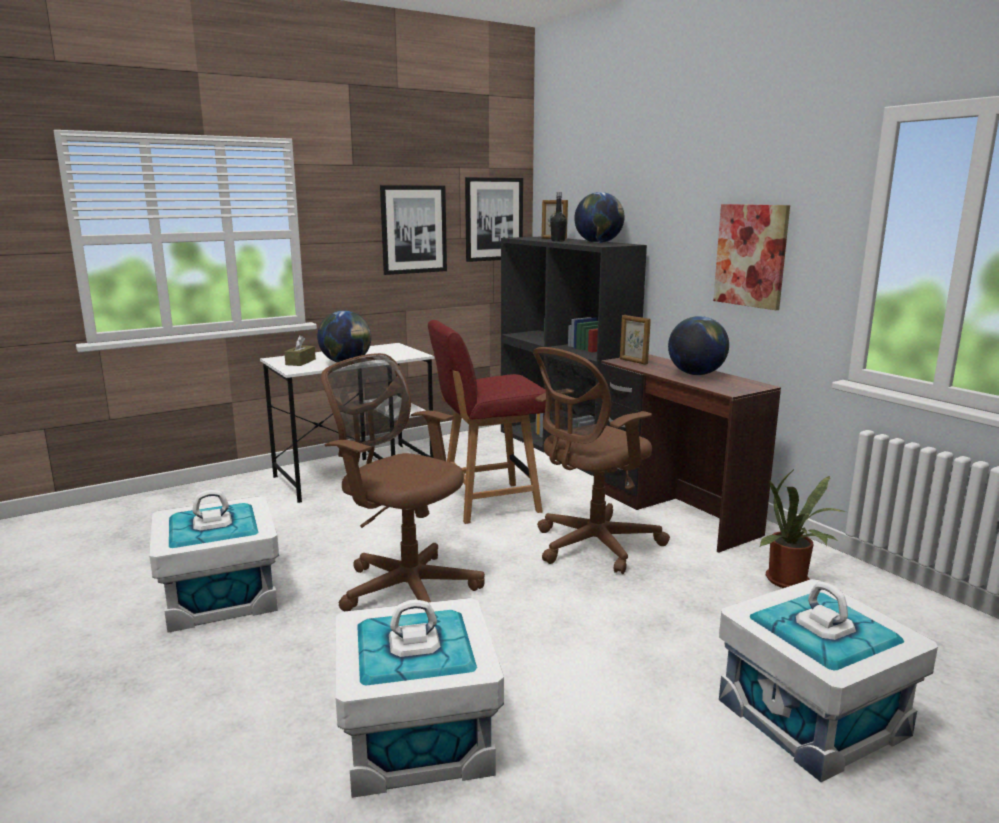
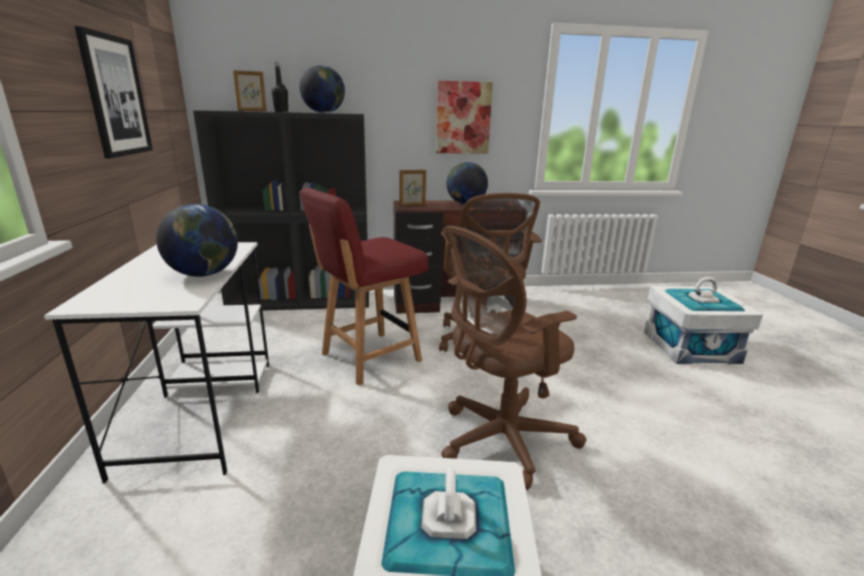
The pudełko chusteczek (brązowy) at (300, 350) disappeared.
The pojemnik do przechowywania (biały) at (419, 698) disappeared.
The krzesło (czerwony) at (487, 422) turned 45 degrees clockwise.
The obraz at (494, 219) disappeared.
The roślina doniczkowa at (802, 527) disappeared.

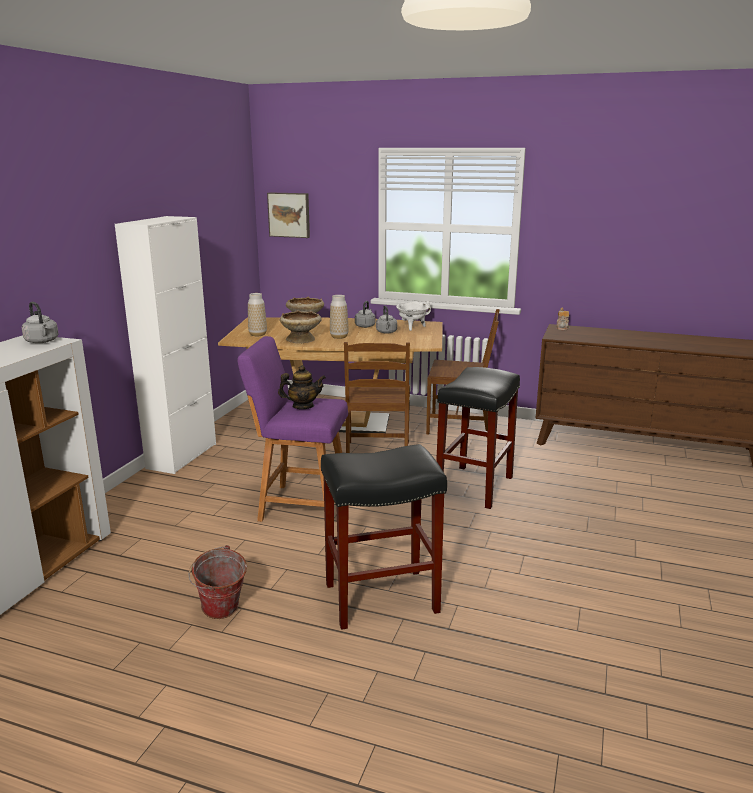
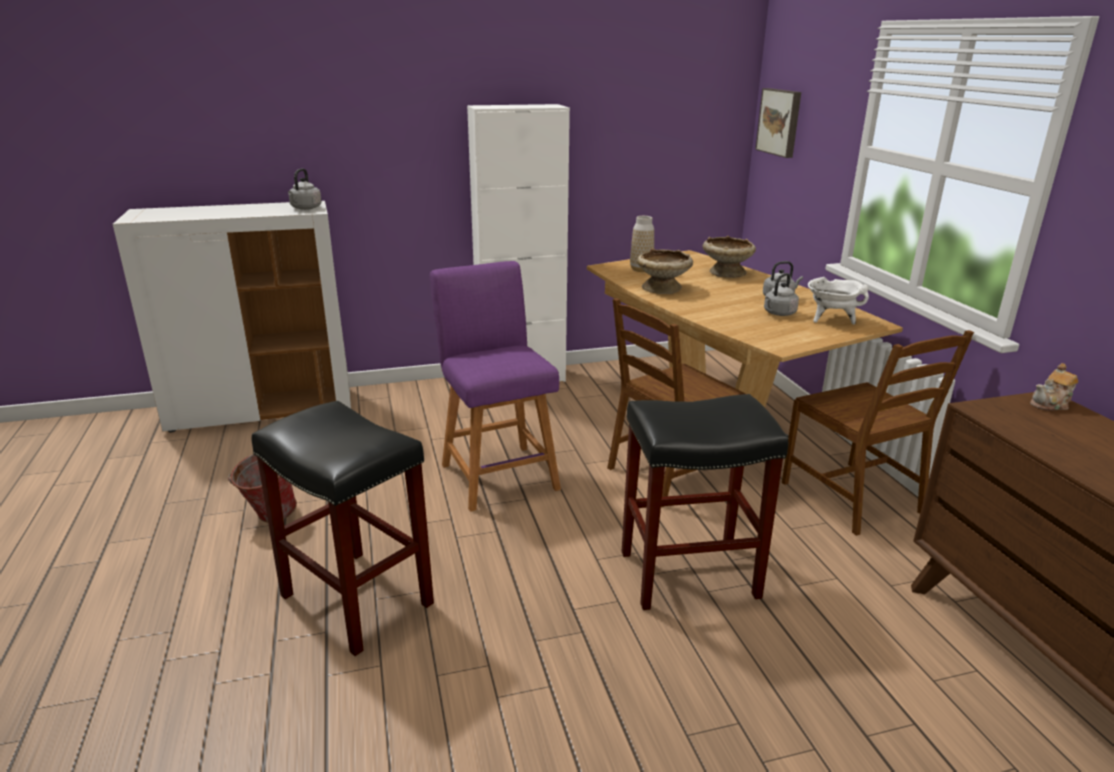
The imbryk at (302, 387) disappeared.
The wazon at (339, 317) disappeared.

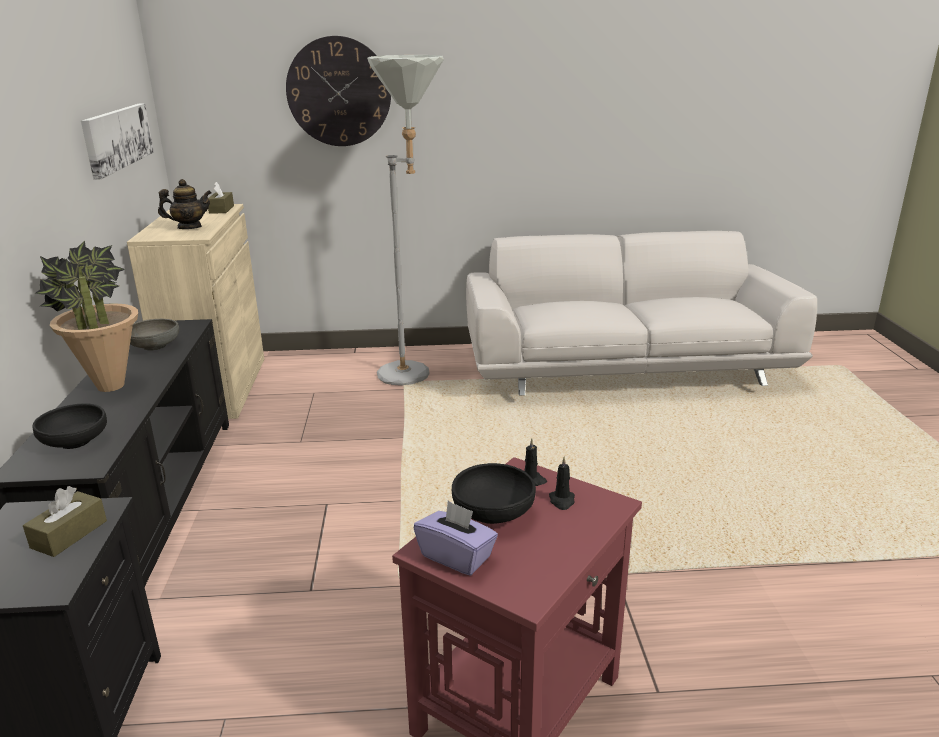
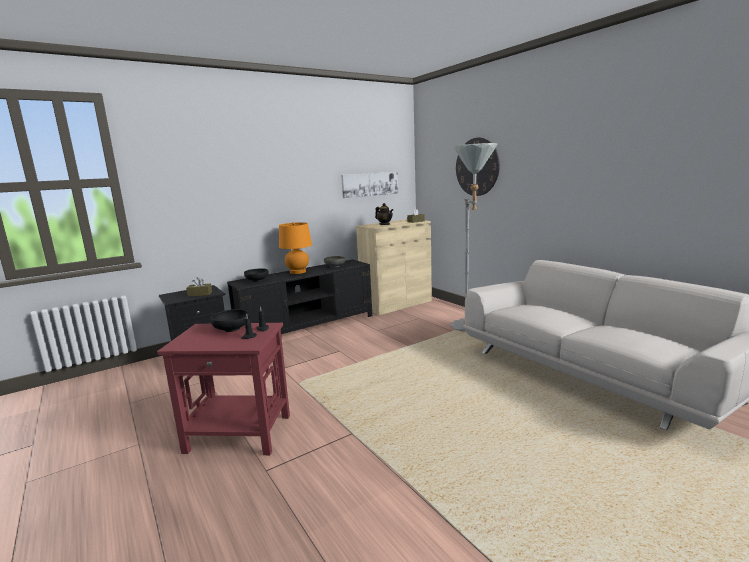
The roślina doniczkowa at (86, 316) was replaced by the lampa stołowa (pomarańczowy) at (295, 248).
The pudełko chusteczek (fioletowy) at (455, 538) disappeared.

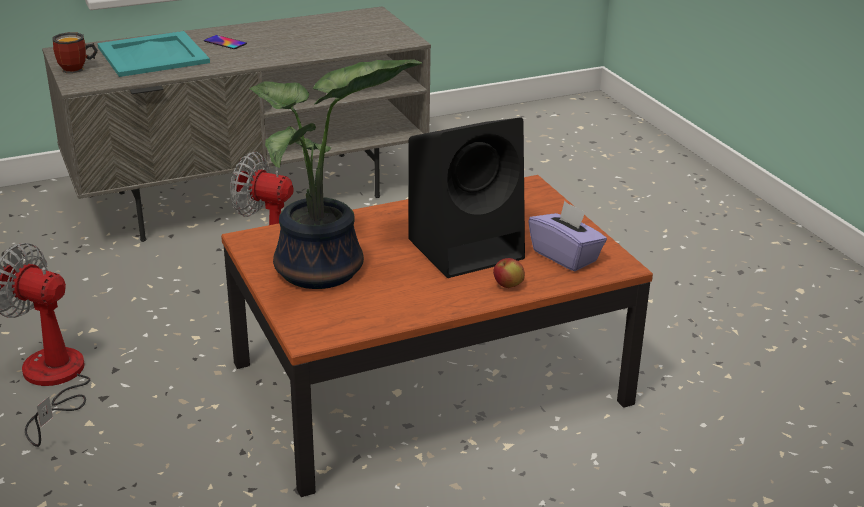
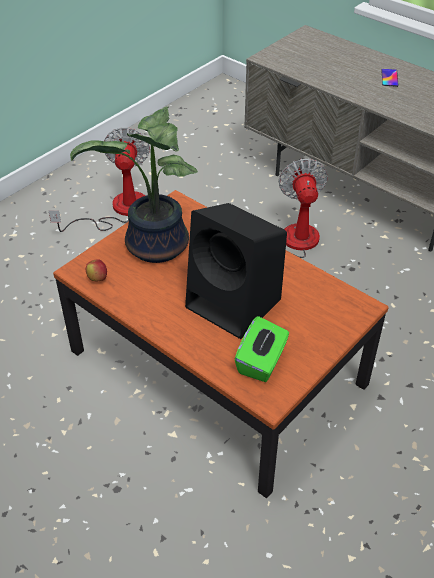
The kubek at (75, 53) disappeared.
The taca (turkusowy) at (153, 54) disappeared.
The jabłko moved from (509, 273) to (96, 270).
The pudełko chusteczek (fioletowy) at (567, 236) became the pudełko chusteczek (zielony) at (262, 349).

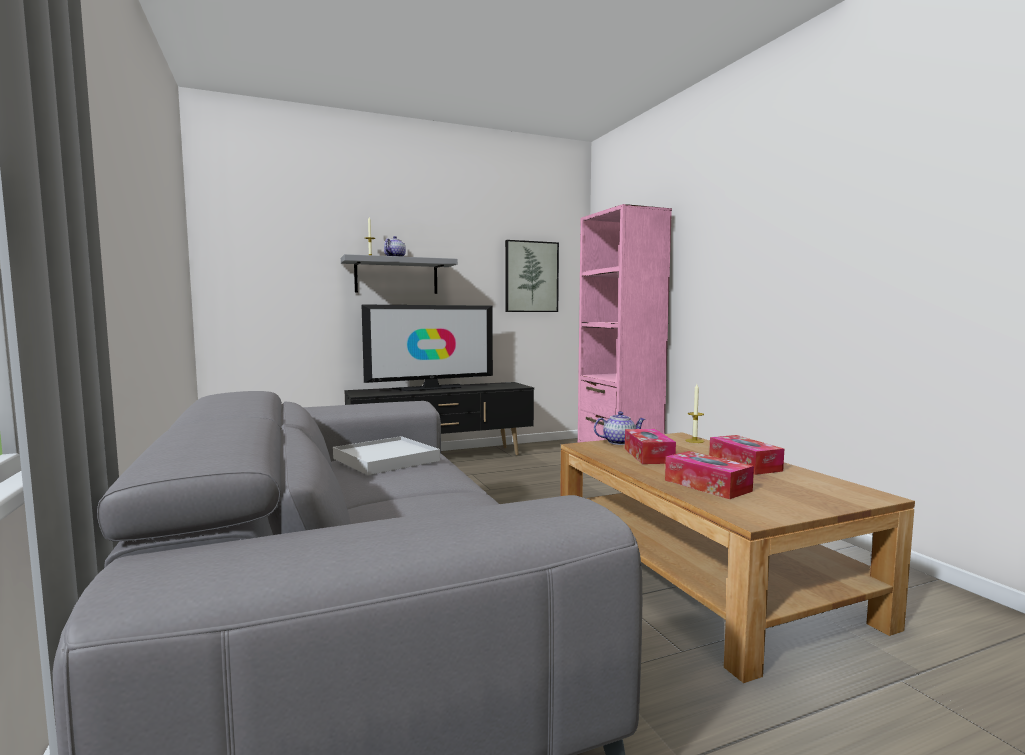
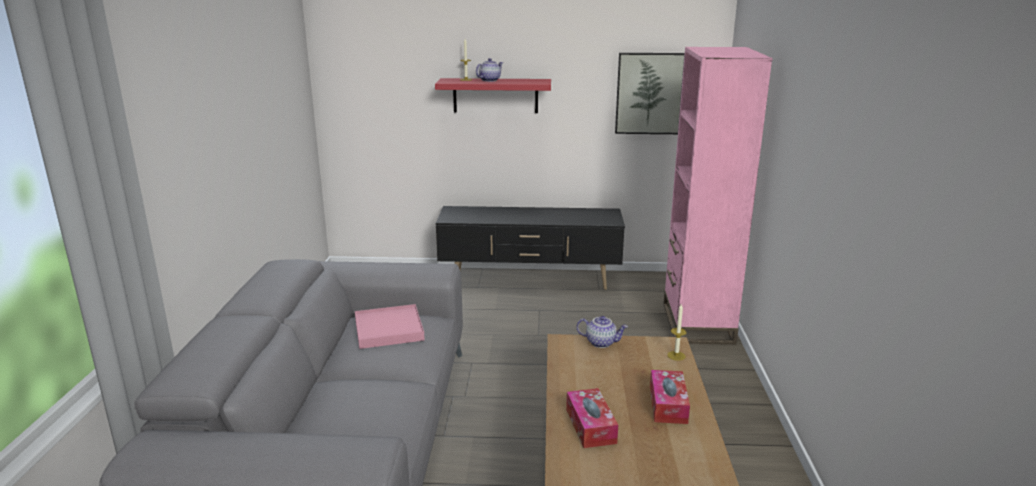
The taca (biały) at (386, 455) became the taca (różowy) at (390, 326).
The półka (szary) at (399, 274) became the półka (czerwony) at (493, 95).
The telewizor at (427, 348) disappeared.
The pudełko chusteczek at (650, 446) disappeared.

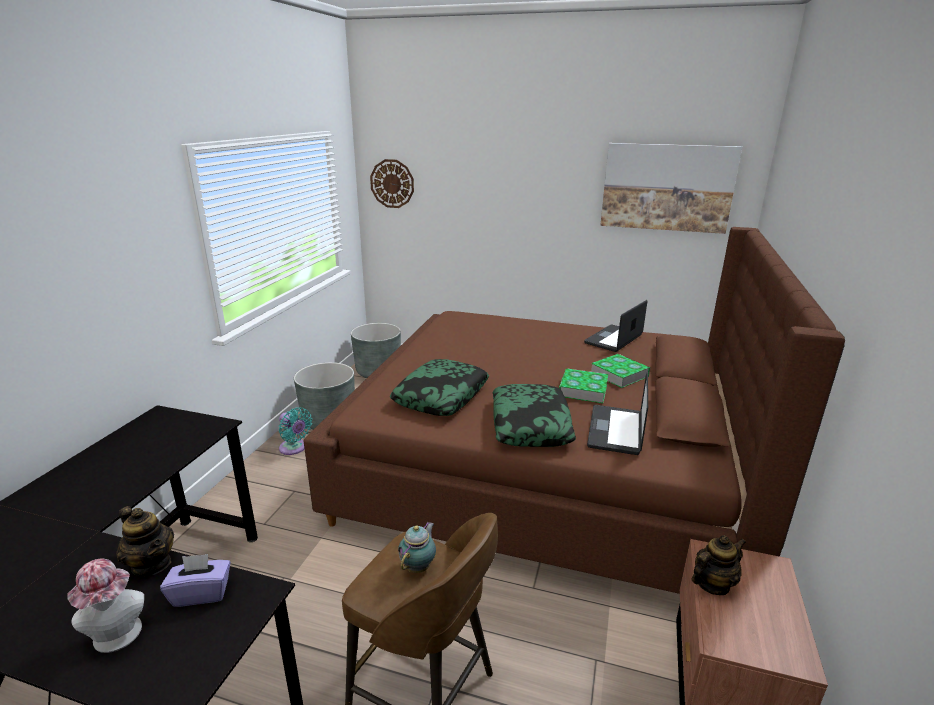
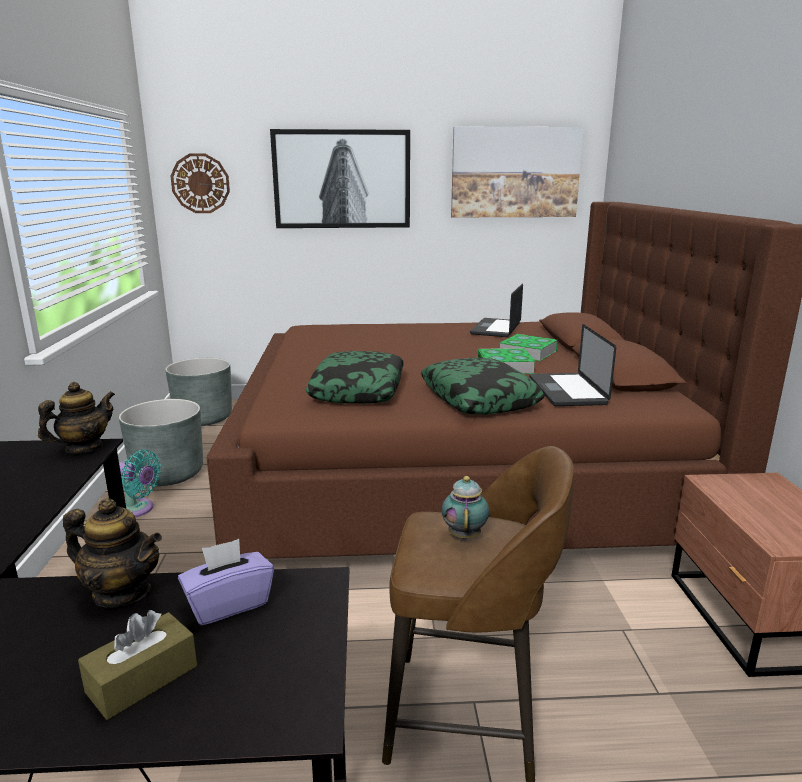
The kapelusz at (105, 605) was replaced by the pudełko chusteczek (brązowy) at (137, 665).
The imbryk moved from (718, 565) to (76, 418).
The obraz at (340, 178) appeared.

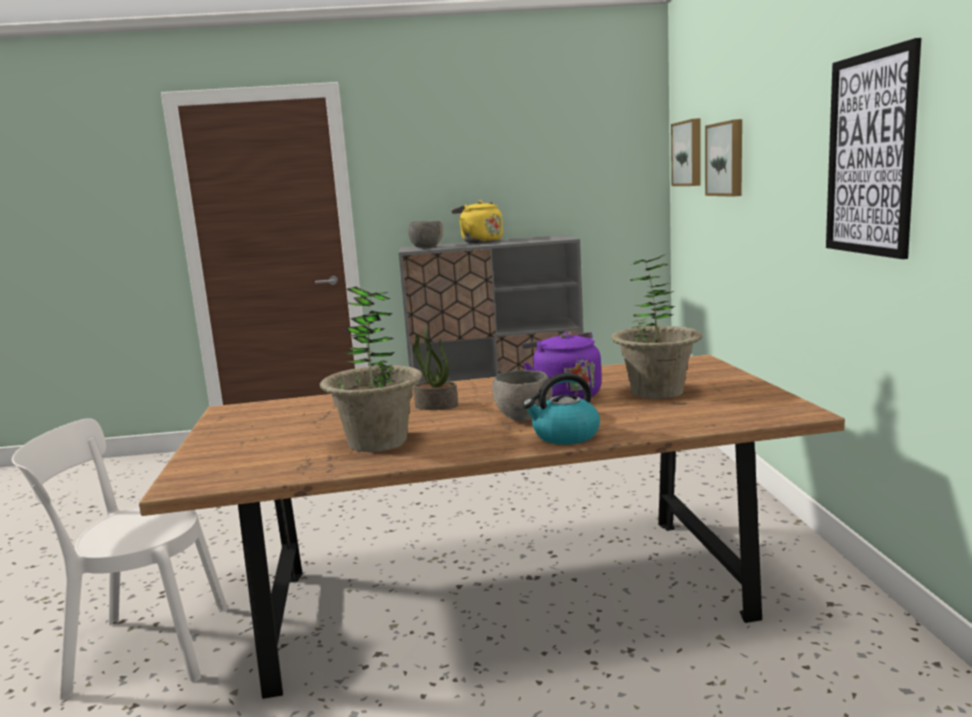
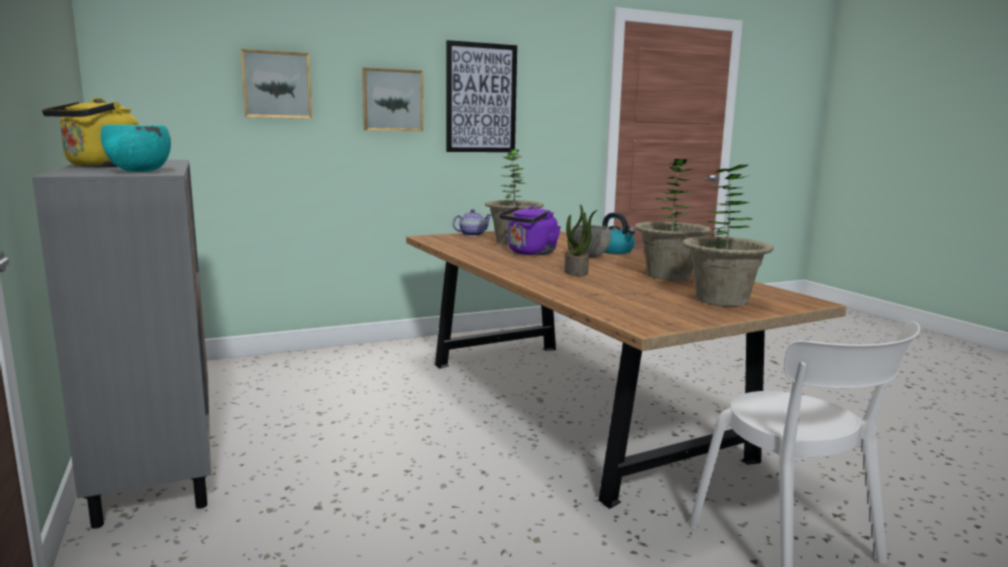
The miska (szary) at (426, 234) became the miska (turkusowy) at (136, 148).
The obraz moved from (686, 152) to (392, 99).
The imbryk at (472, 222) appeared.
The roślina doniczkowa at (728, 235) appeared.

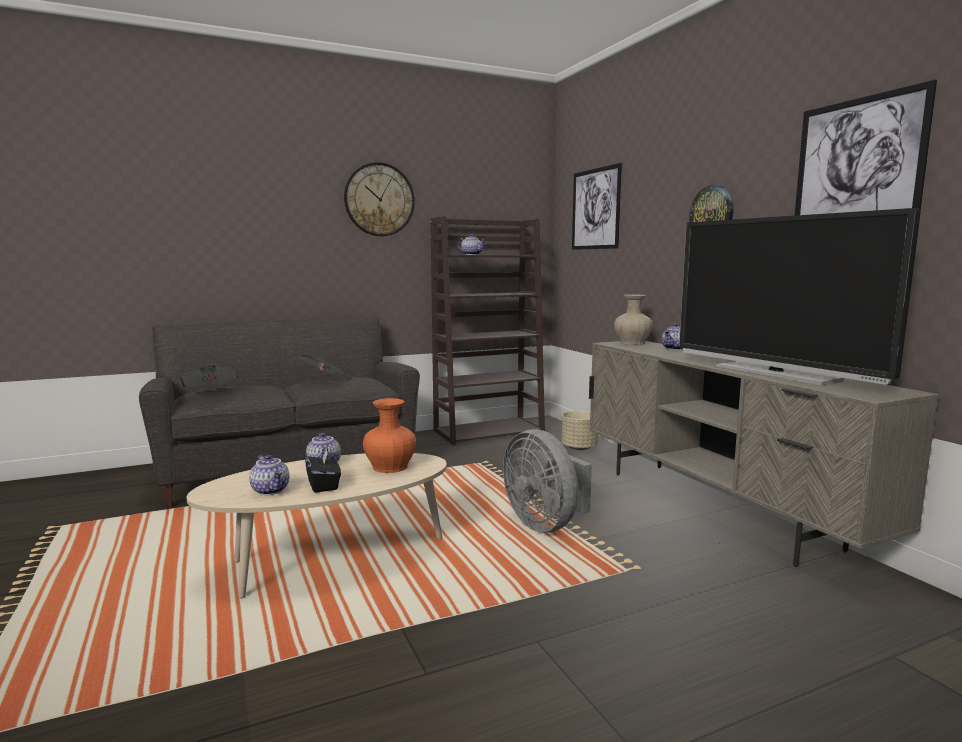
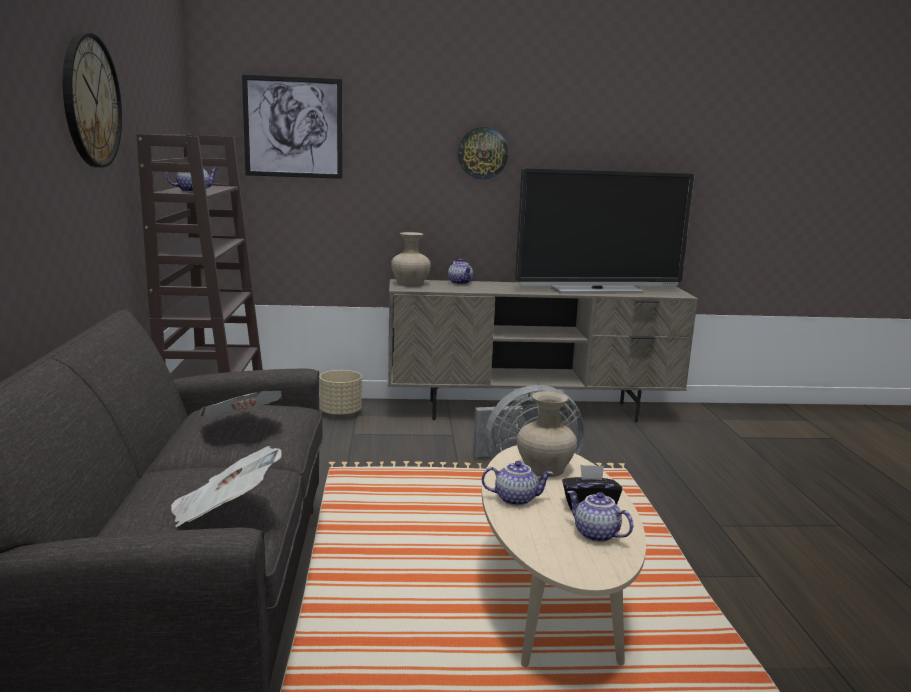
The imbryk at (269, 475) turned 120 degrees counterclockwise.
The wazon (pomarańczowy) at (389, 435) became the wazon (beżowy) at (547, 434).
The obraz at (865, 148) disappeared.

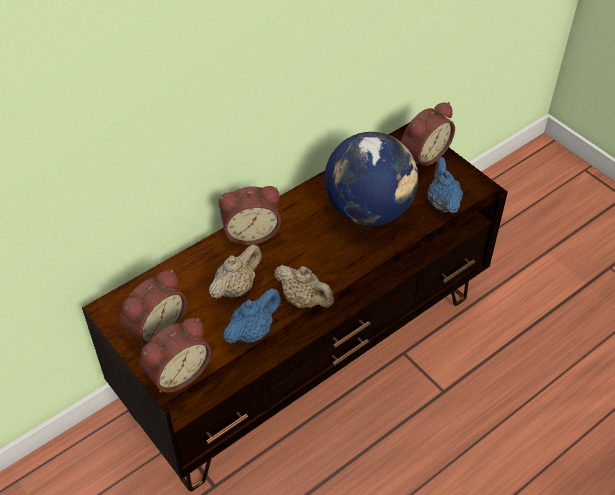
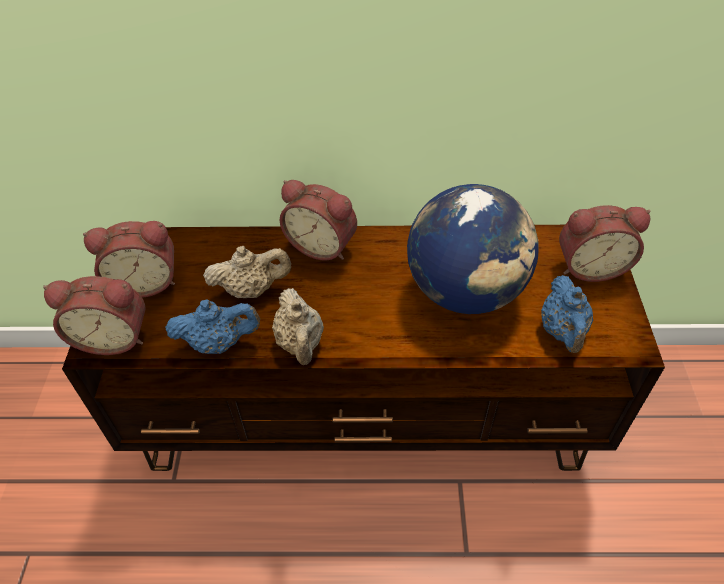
The imbryk (niebieski) at (445, 185) turned 150 degrees clockwise.

